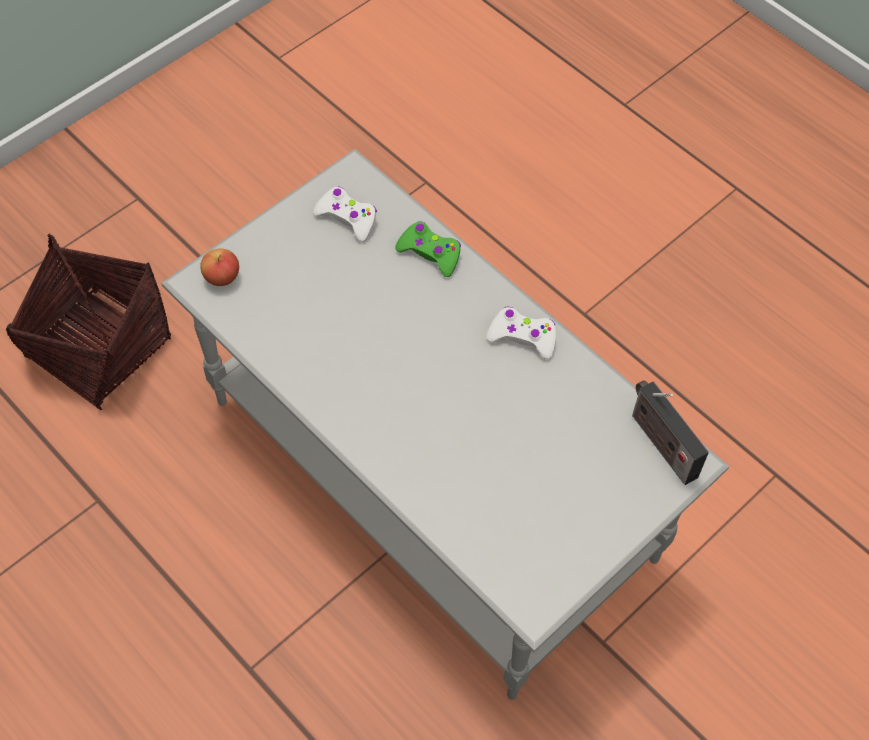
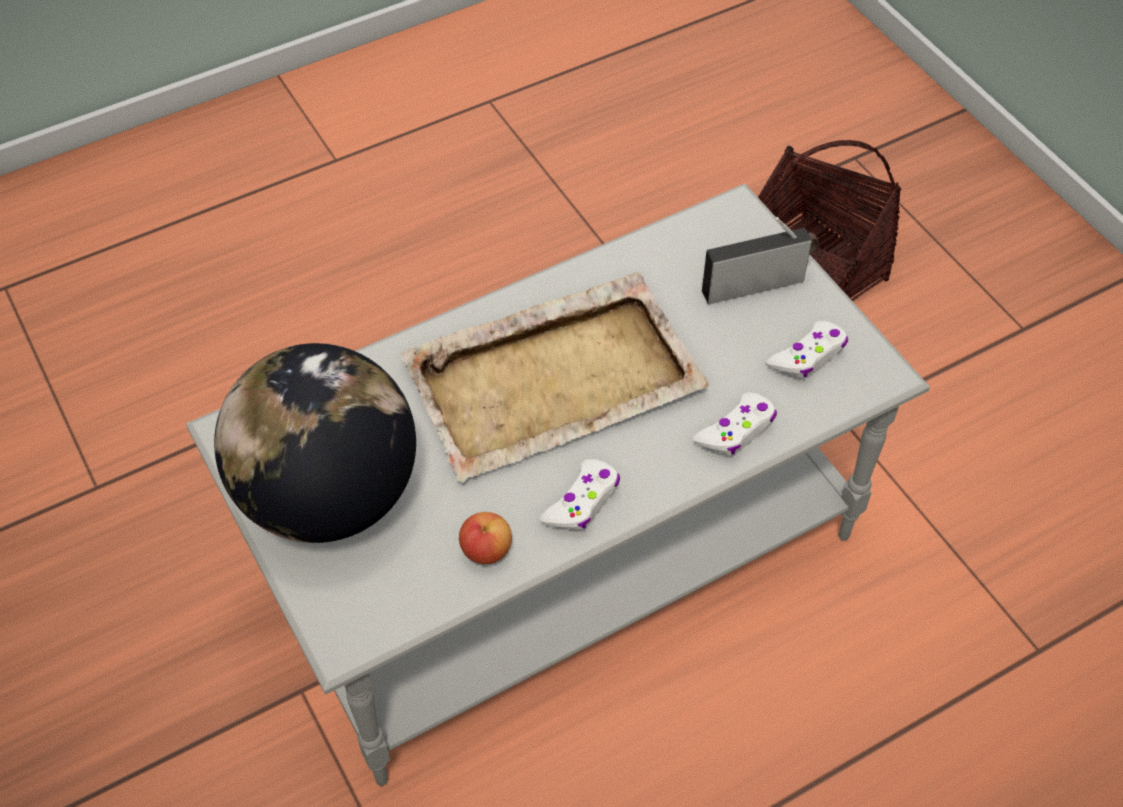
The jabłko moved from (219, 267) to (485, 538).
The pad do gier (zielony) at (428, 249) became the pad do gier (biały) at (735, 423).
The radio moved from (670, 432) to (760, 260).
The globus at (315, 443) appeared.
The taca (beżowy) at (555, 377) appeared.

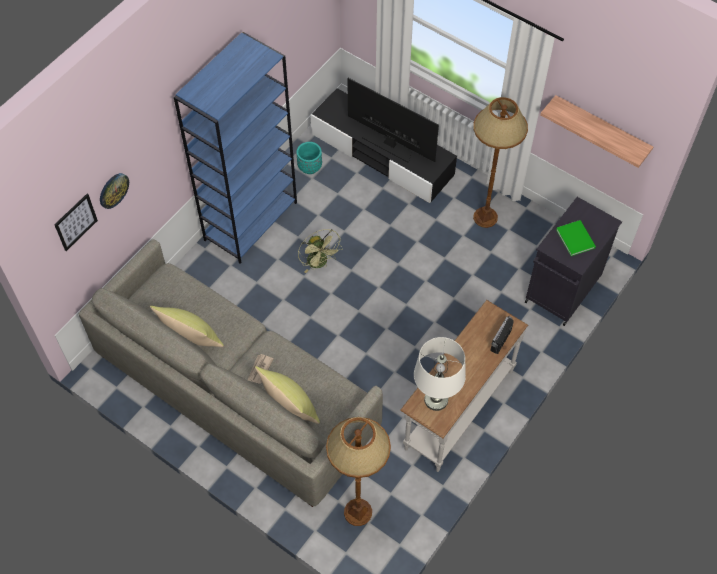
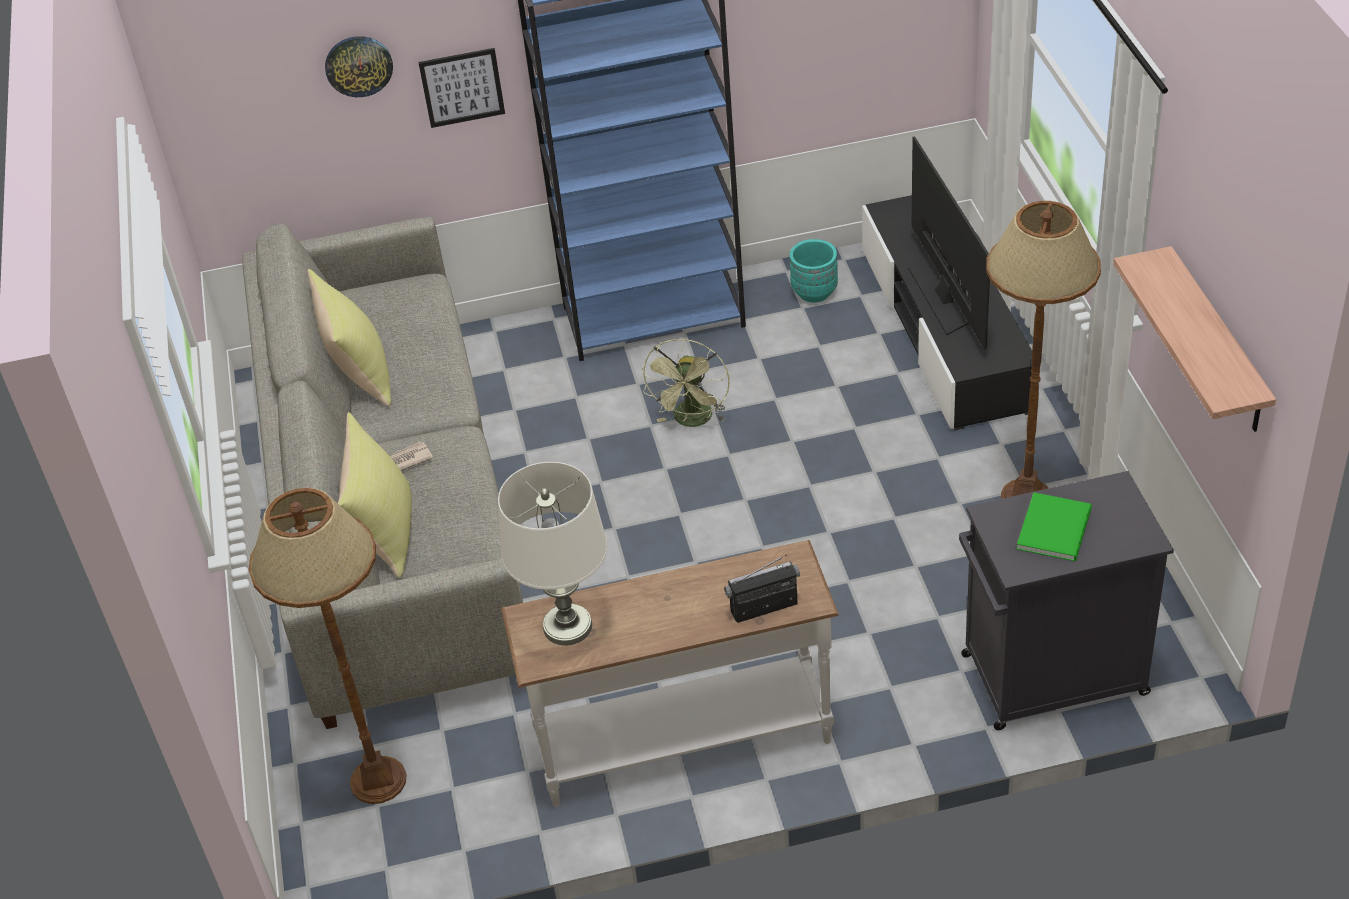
The obraz moved from (76, 222) to (461, 88).

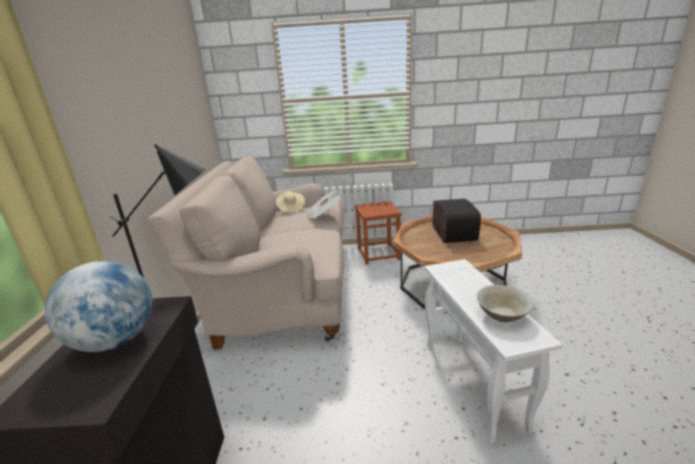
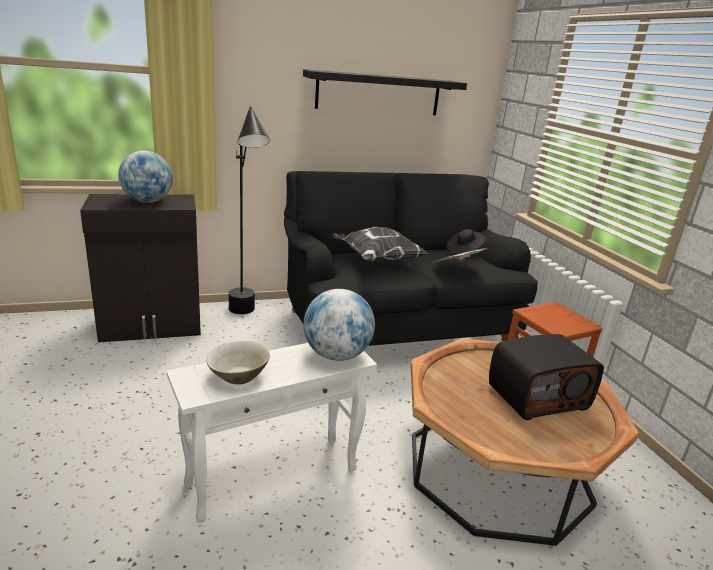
The kanapa (beżowy) at (245, 253) became the kanapa (czarny) at (411, 258).
The kapelusz (beżowy) at (290, 202) became the kapelusz (czarny) at (466, 242).
The półka (czarny) at (385, 92) appeared.
The globus at (339, 325) appeared.
The poduszka at (380, 245) appeared.

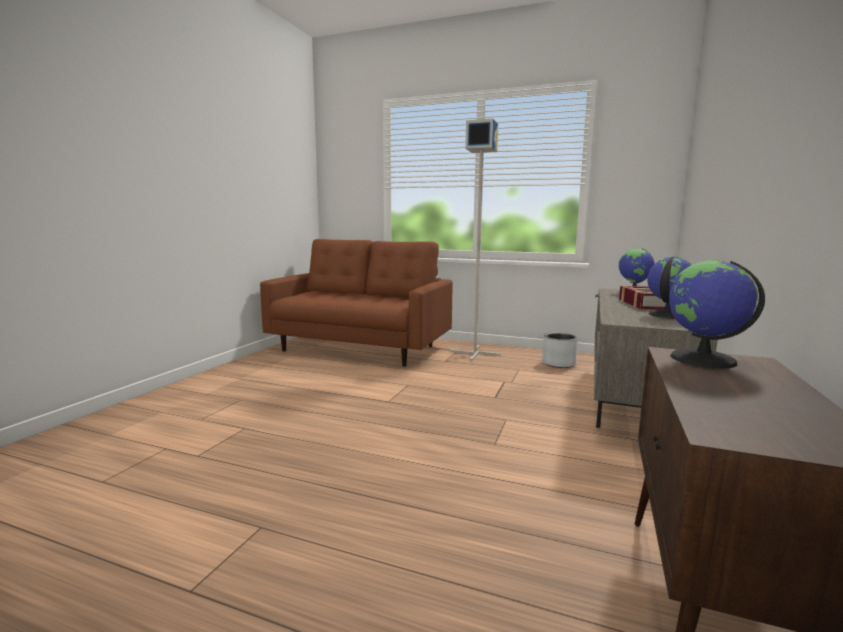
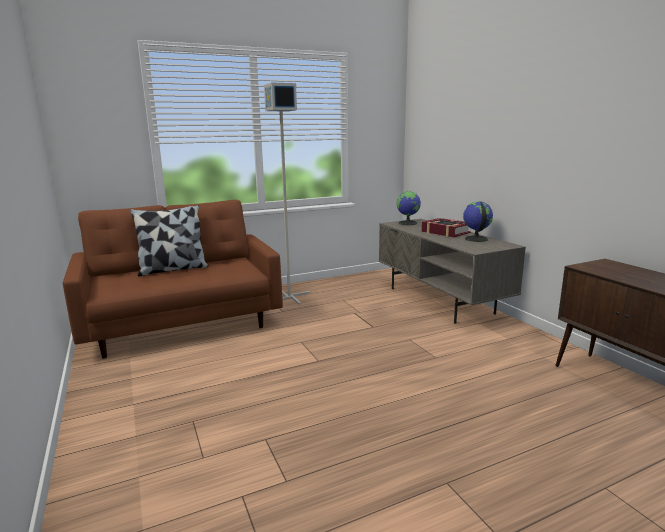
The donica (szary) at (560, 350) disappeared.
The globus at (717, 314) disappeared.
The poduszka at (169, 240) appeared.

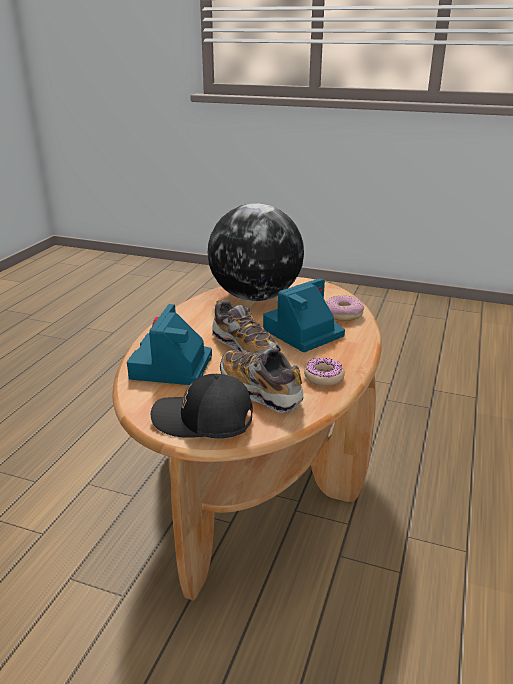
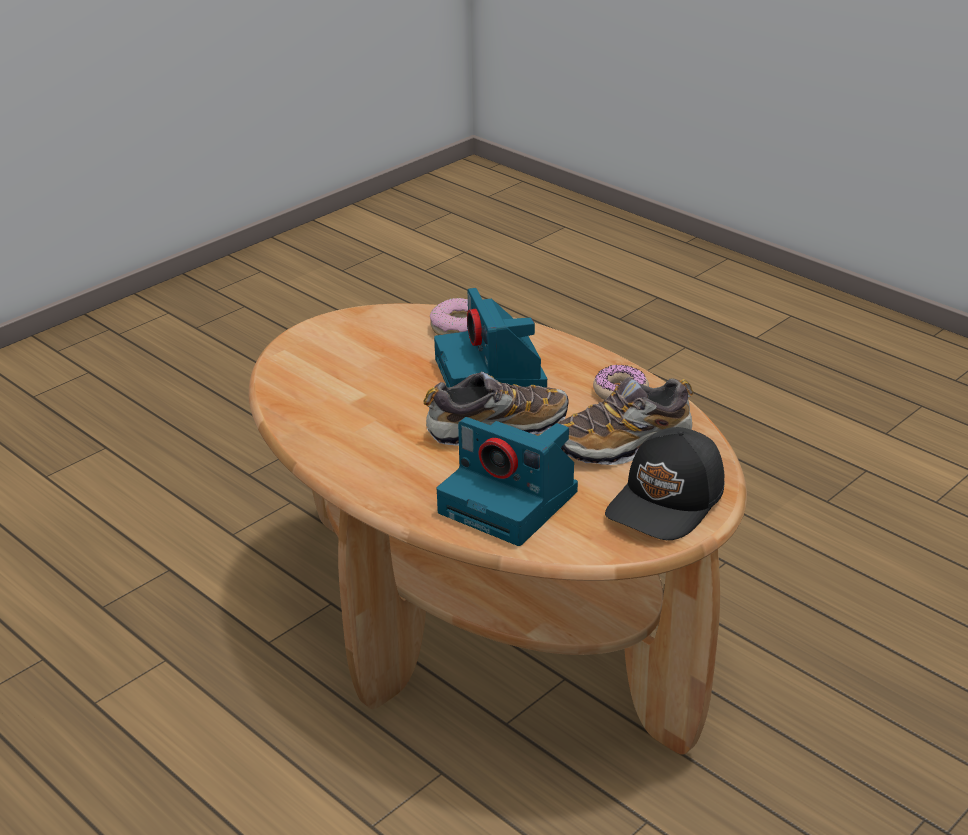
The globus at (256, 252) disappeared.

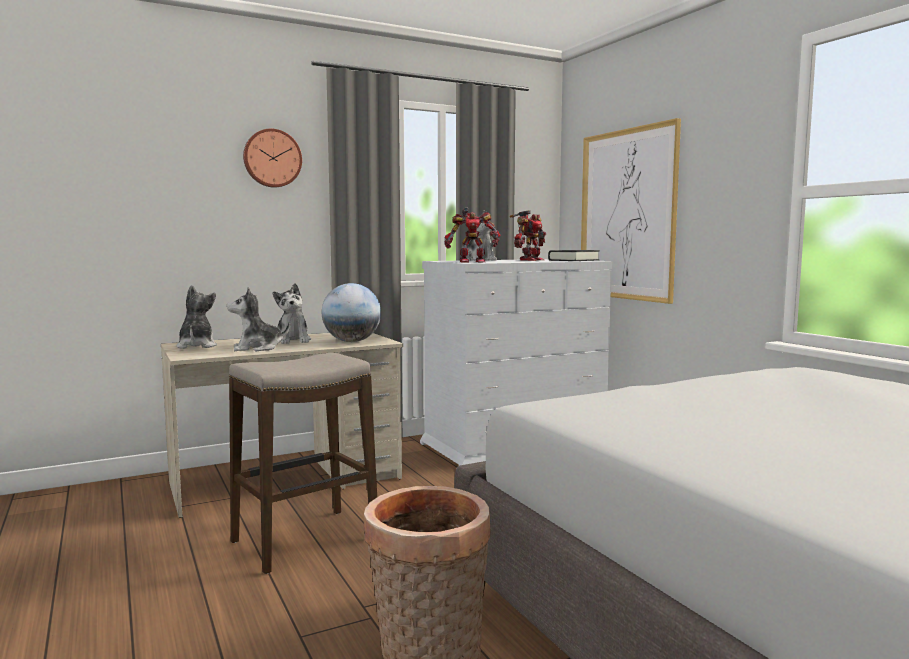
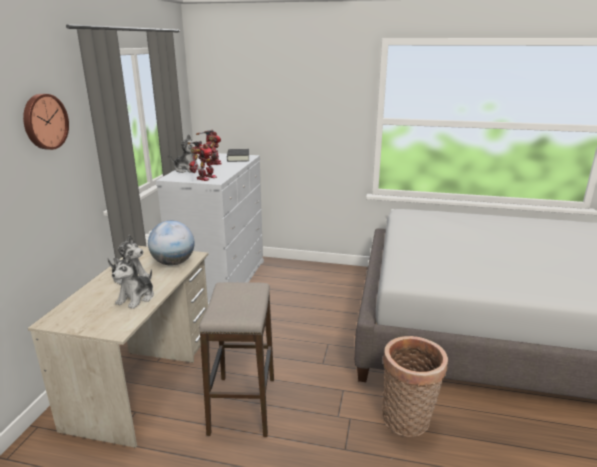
The pluszak at (196, 317) disappeared.
The obraz at (631, 211) disappeared.

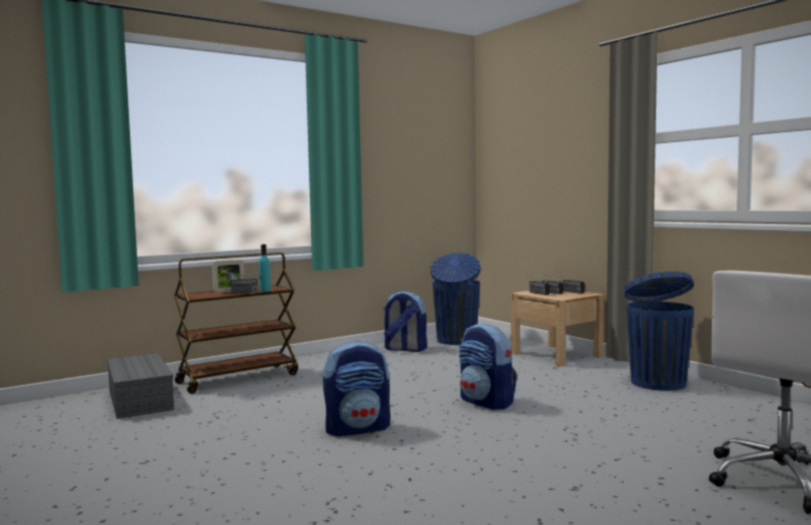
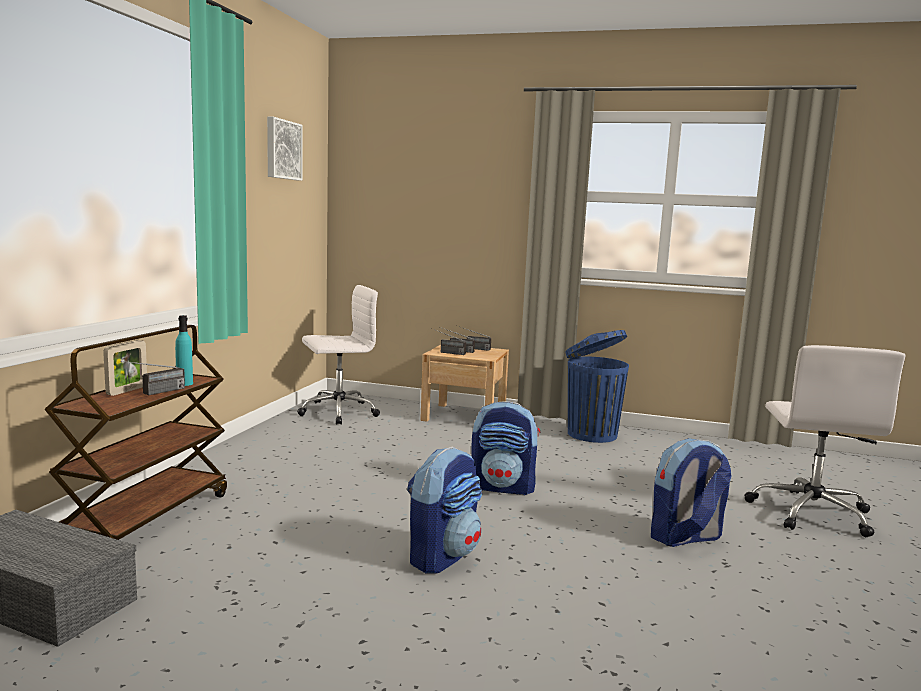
The plecak moved from (405, 321) to (691, 492).
The kosz na śmieci (niebieski) at (456, 299) was replaced by the krzesło biurowe (biały) at (338, 355).
The obraz at (285, 149) appeared.

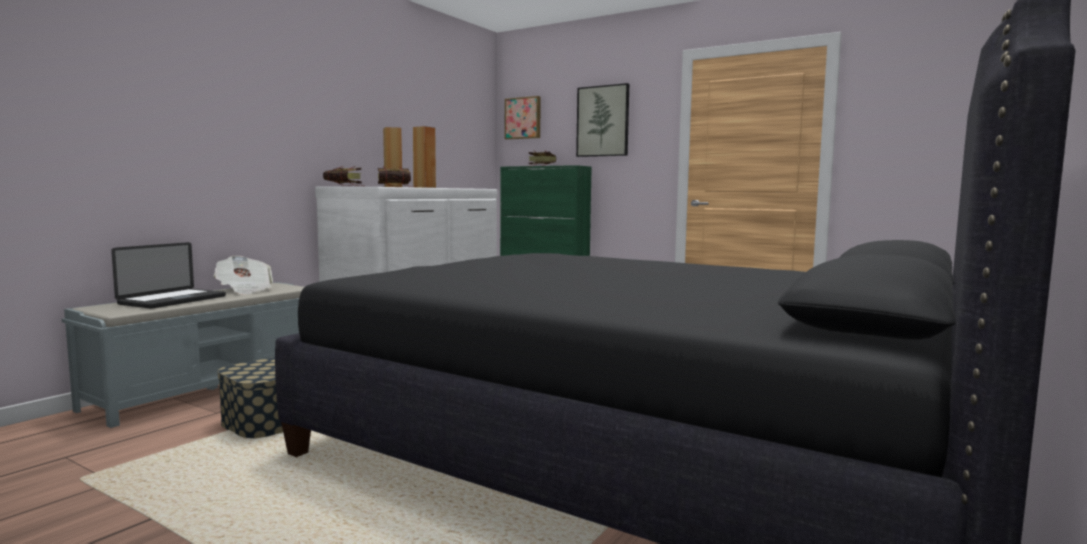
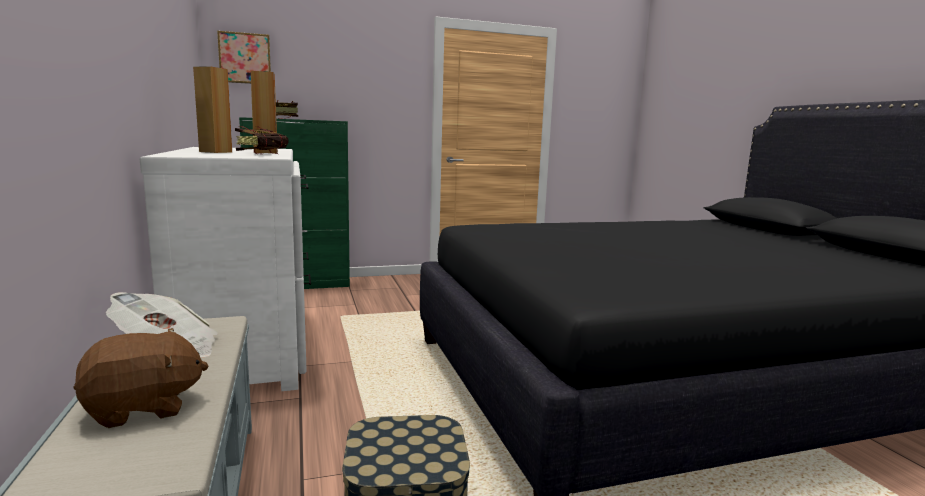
The laptop at (168, 275) was replaced by the pluszak (brązowy) at (141, 378).
The książka at (342, 176) disappeared.
The obraz at (602, 120) disappeared.

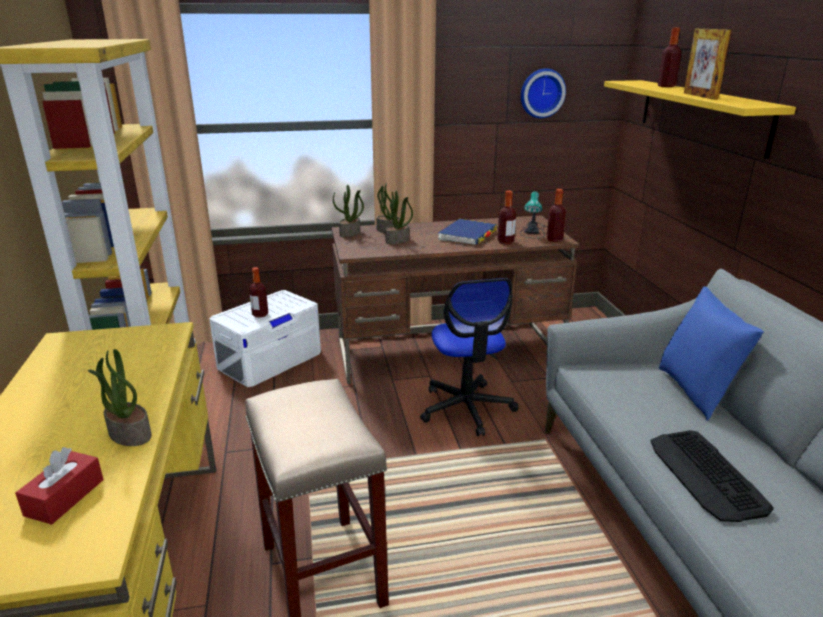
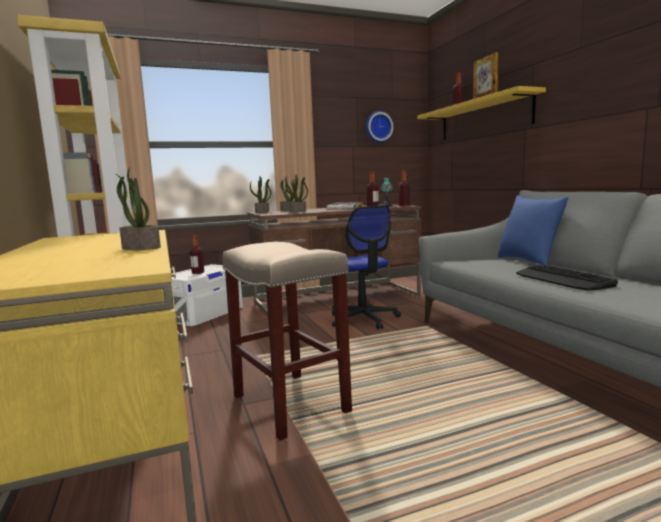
The pudełko chusteczek (czerwony) at (59, 486) disappeared.

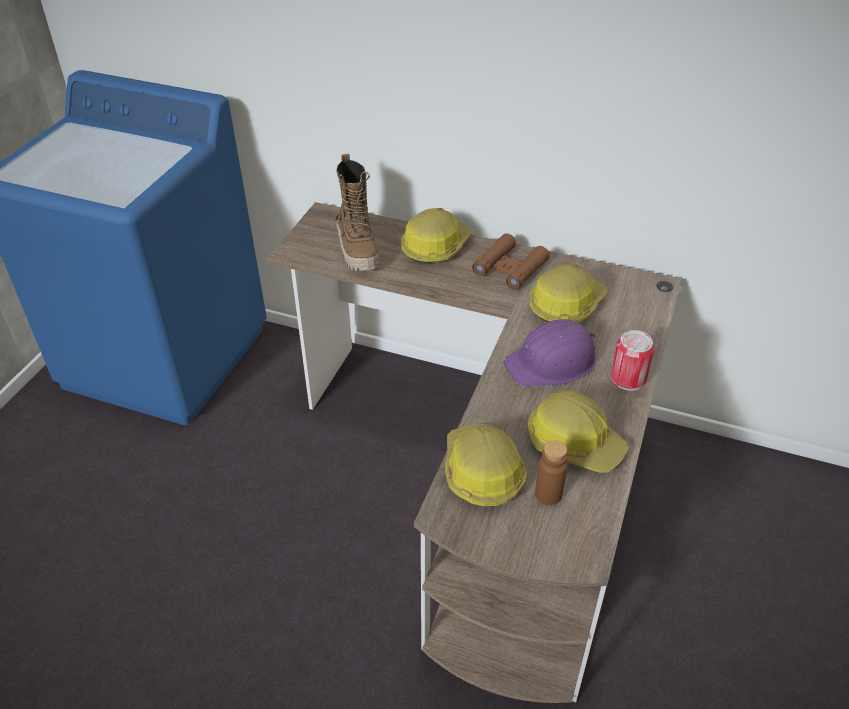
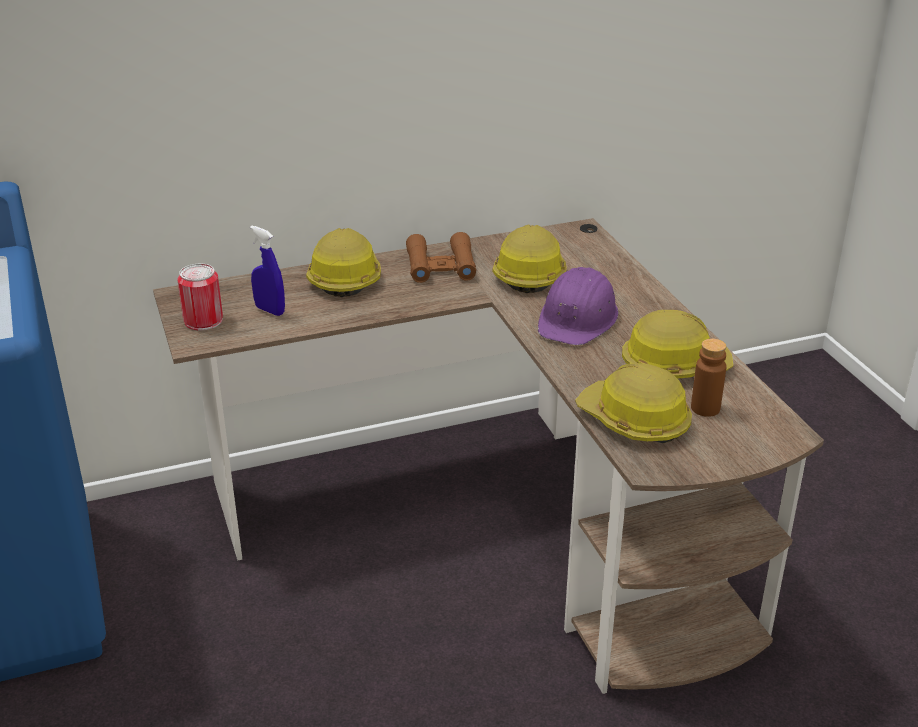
The but z cholewką at (358, 212) was replaced by the spryskiwacz (niebieski) at (267, 270).
The puszka moved from (633, 360) to (200, 297).

